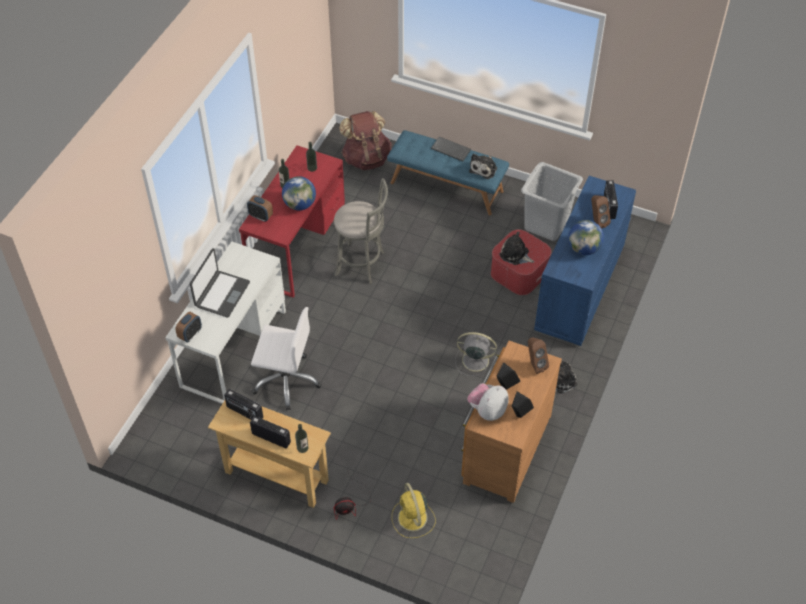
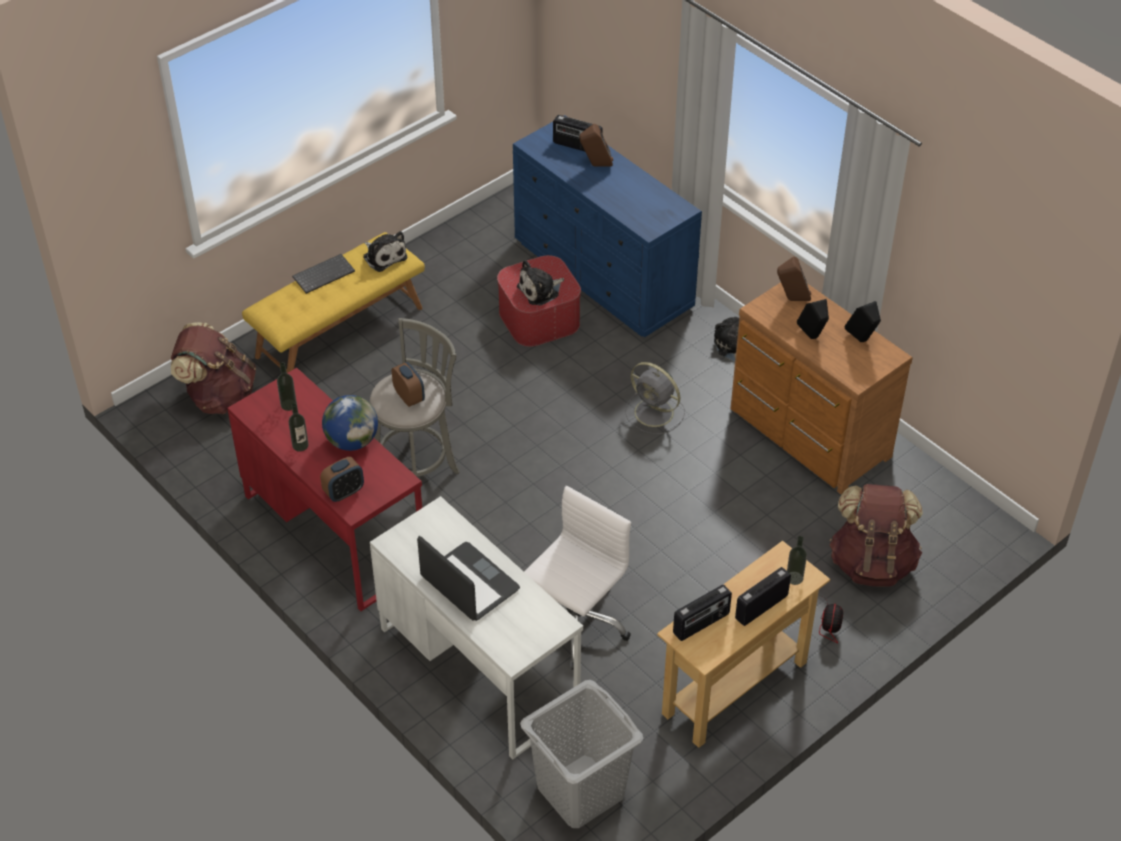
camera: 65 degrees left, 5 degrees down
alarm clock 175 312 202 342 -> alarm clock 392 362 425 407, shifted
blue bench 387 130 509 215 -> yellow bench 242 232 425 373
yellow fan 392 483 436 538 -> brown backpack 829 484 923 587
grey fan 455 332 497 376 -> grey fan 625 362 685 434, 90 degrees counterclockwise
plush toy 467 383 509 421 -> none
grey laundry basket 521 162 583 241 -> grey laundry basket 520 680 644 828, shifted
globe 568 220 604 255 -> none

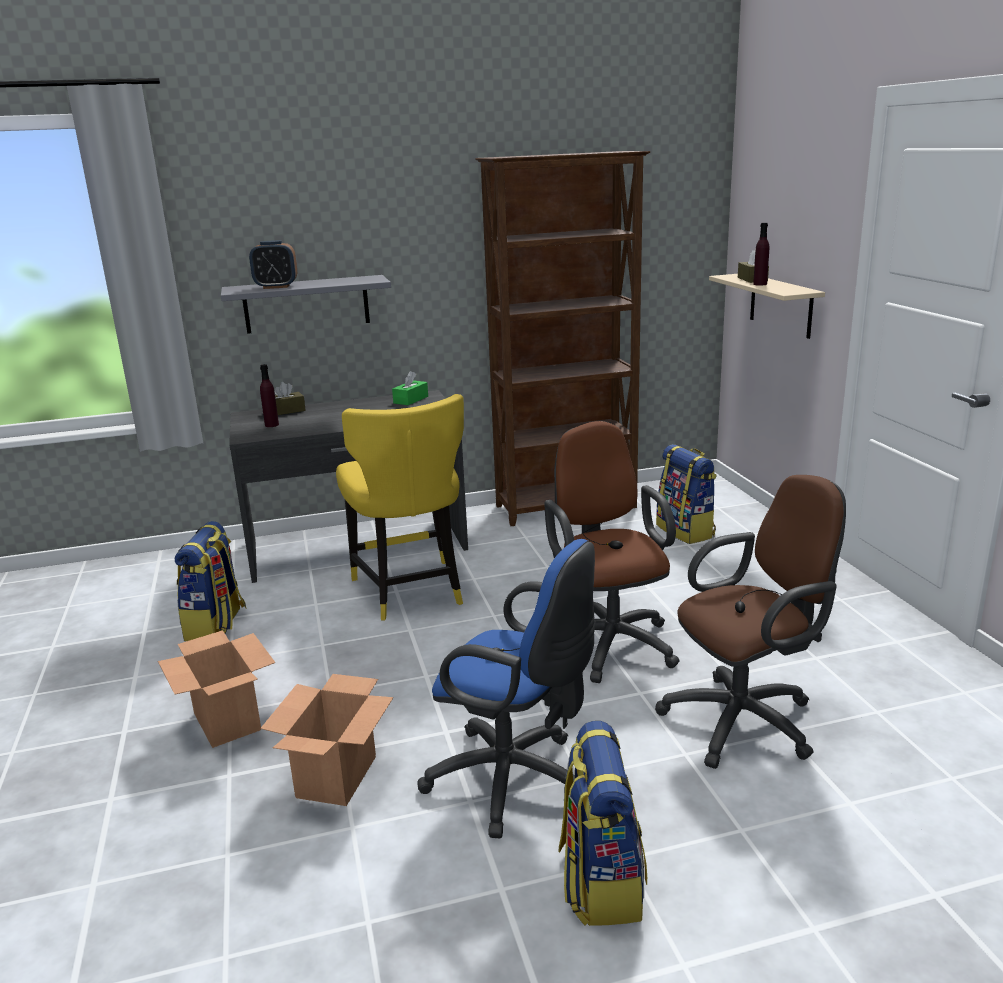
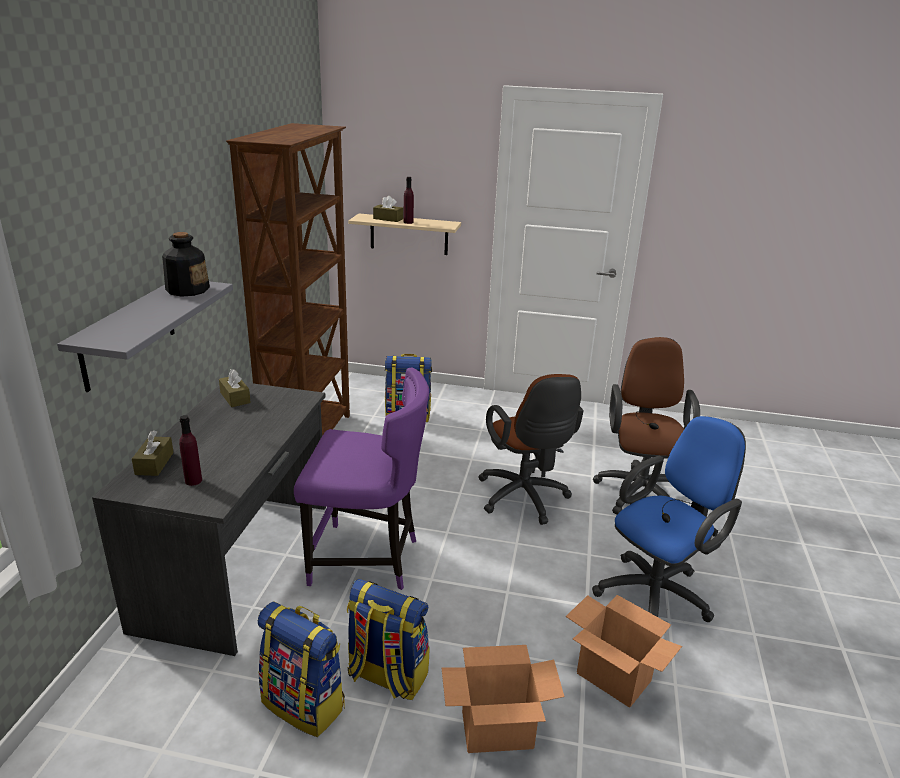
camera: 65 degrees left, 5 degrees up
alarm clock 249 240 297 289 -> none
yellow chair 336 394 464 620 -> purple chair 294 367 429 590
green tissue box 392 371 428 405 -> brown tissue box 219 369 251 407
brown office chair 544 421 679 683 -> brown office chair 478 374 584 525, 120 degrees counterclockwise
backpack 558 721 647 926 -> backpack 347 579 429 700, shifted
none -> bottle 162 232 210 297

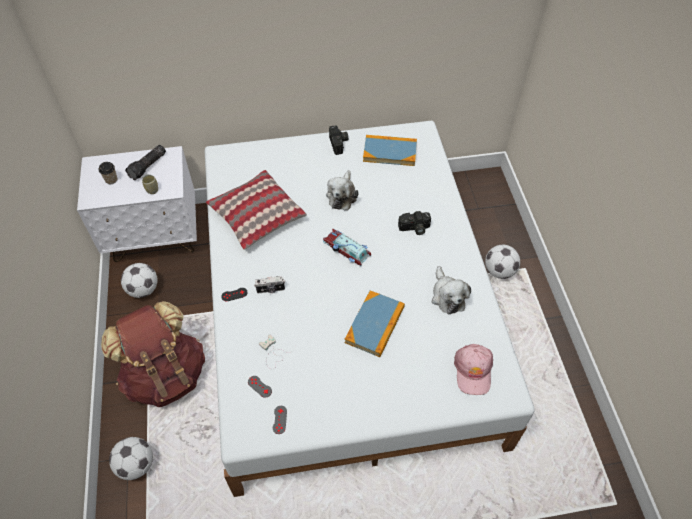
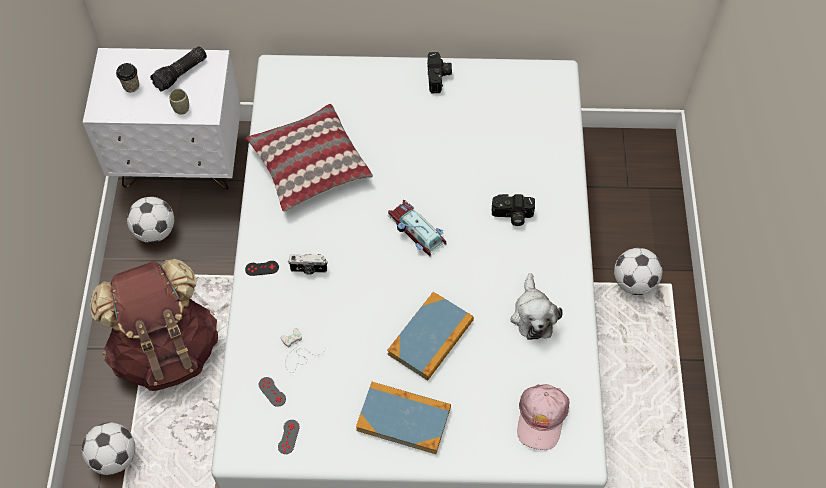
camera: 10 degrees right, 5 degrees up
plush toy 326 170 359 211 -> none
book 363 135 417 166 -> book 356 382 451 454, shifted

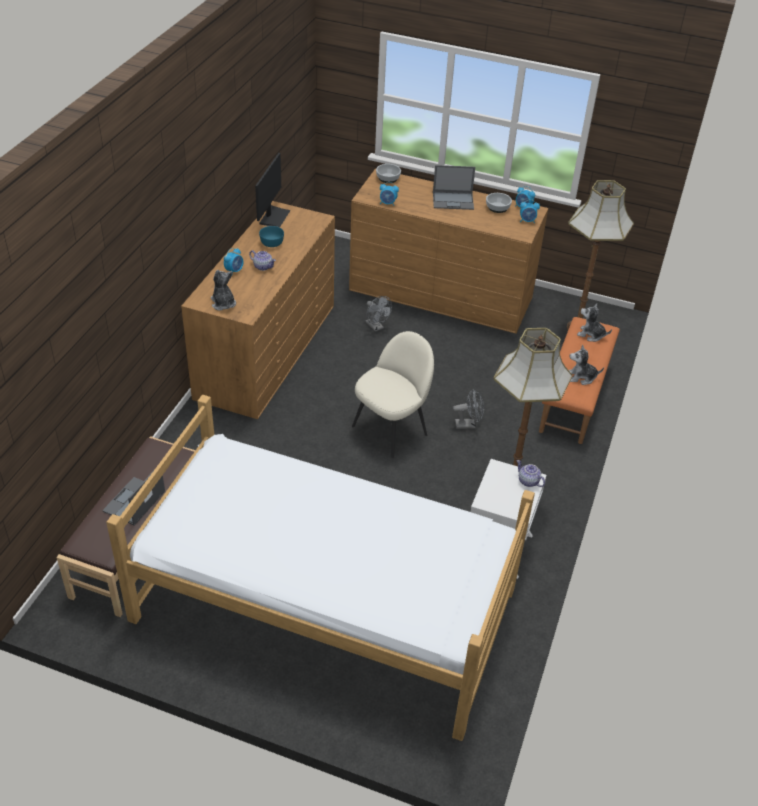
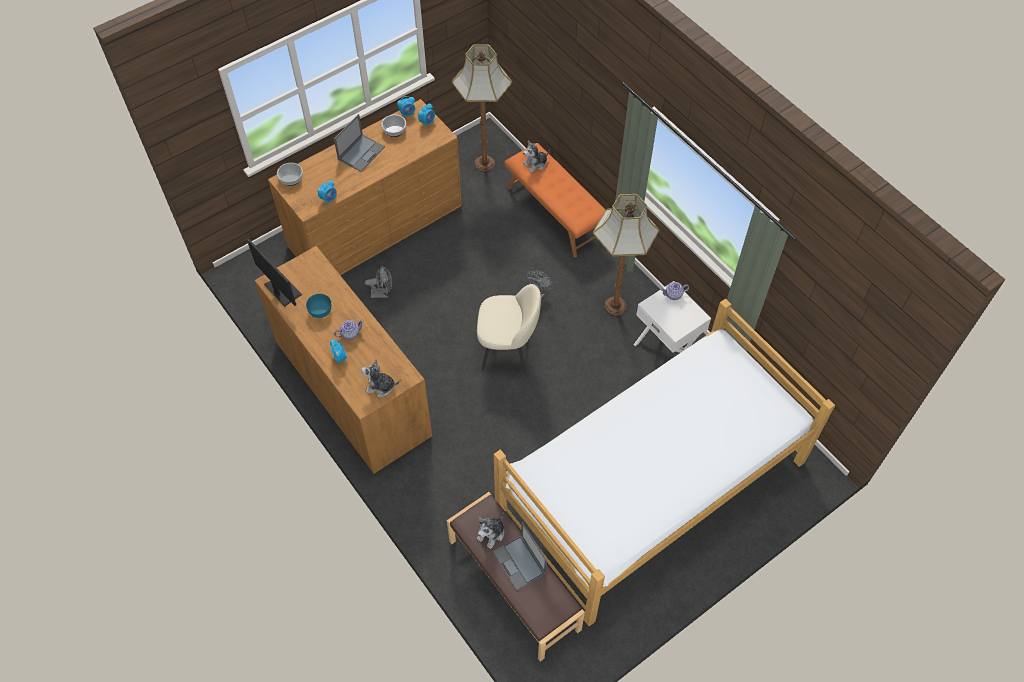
camera: 55 degrees left, 15 degrees up
beige chair 352 331 434 458 -> beige chair 477 284 541 373, 105 degrees clockwise
plush toy 569 345 604 385 -> plush toy 477 513 504 549, shifted

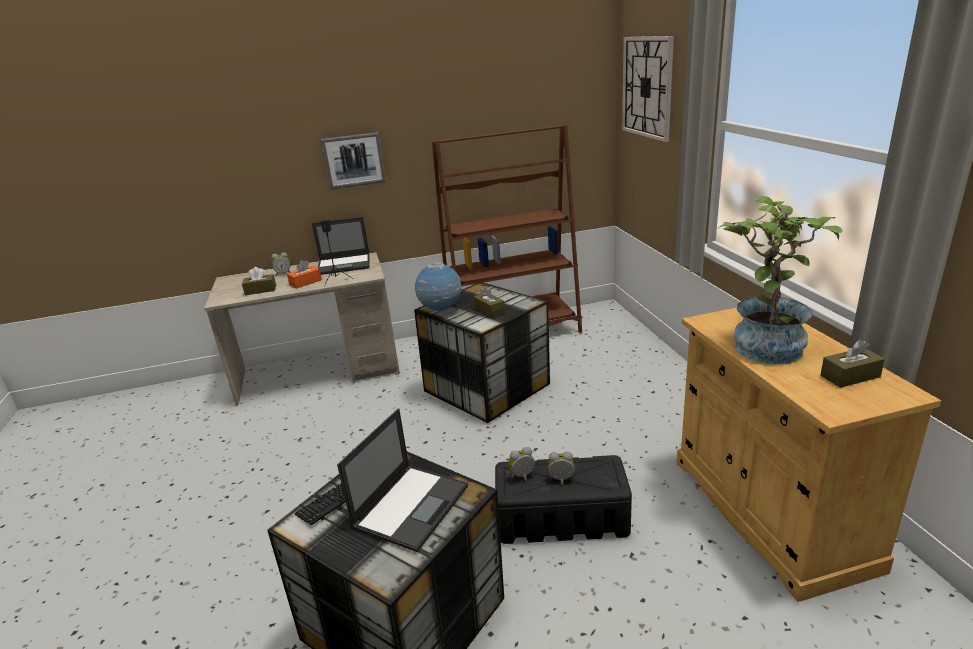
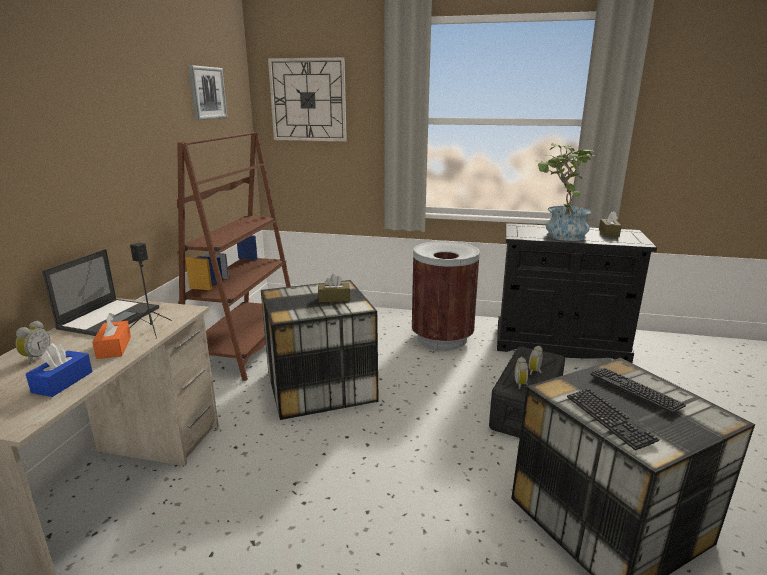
camera: 65 degrees left, 5 degrees down
brown tissue box 242 267 276 295 -> blue tissue box 26 343 92 397
picture 321 132 386 189 -> picture 188 65 228 120, shifted
laptop 337 408 468 552 -> keyboard 590 368 686 413
globe 415 262 462 312 -> none
beige cabinet 677 308 941 602 -> black cabinet 497 223 657 363
none -> brown trash can 412 241 480 350

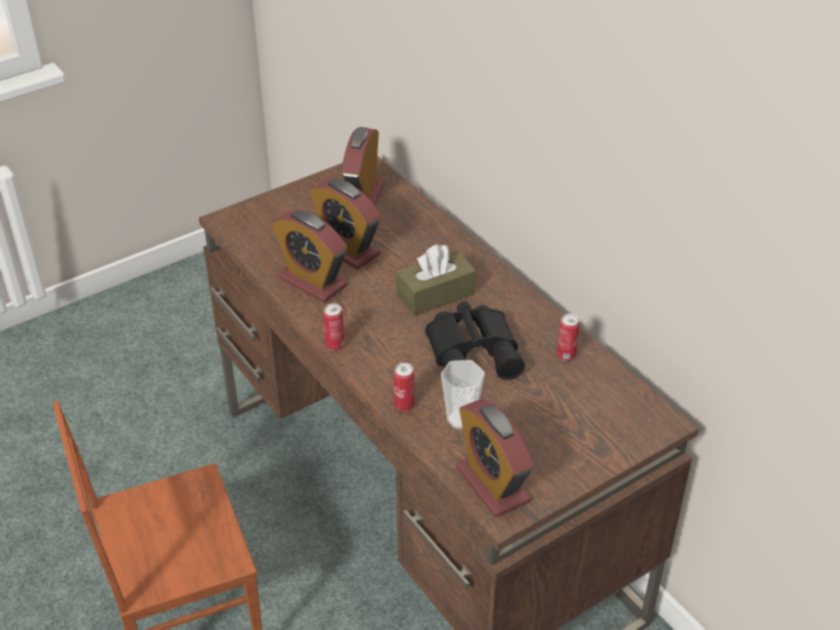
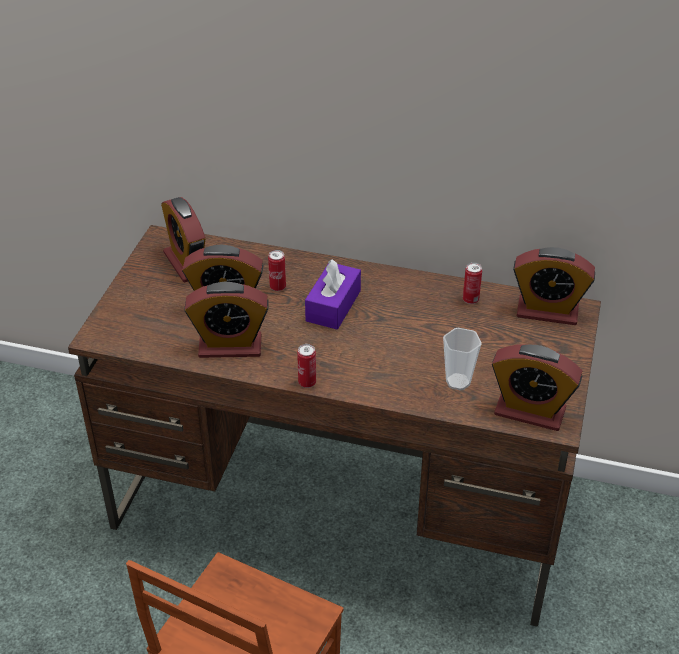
camera: 40 degrees left, 0 degrees up
can 394 363 414 411 -> can 268 250 286 291, shifted
brown tissue box 396 244 476 316 -> purple tissue box 305 259 361 330
black binoculars 425 302 525 380 -> none
none -> alarm clock 513 247 595 325

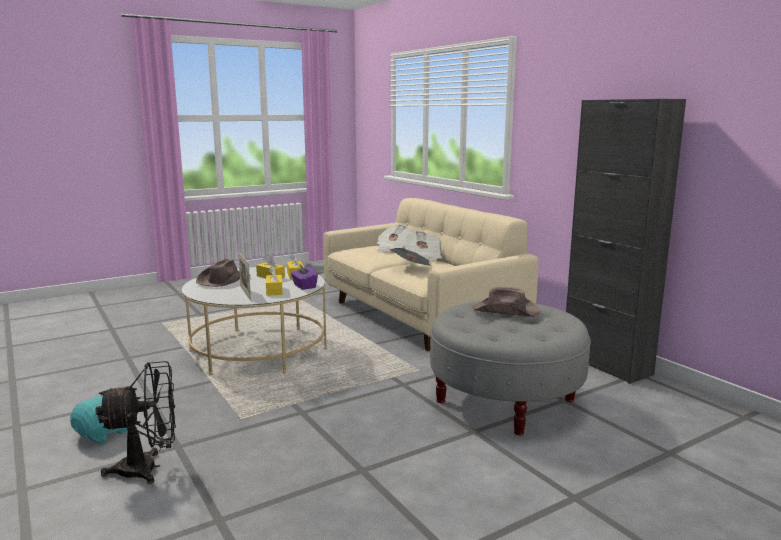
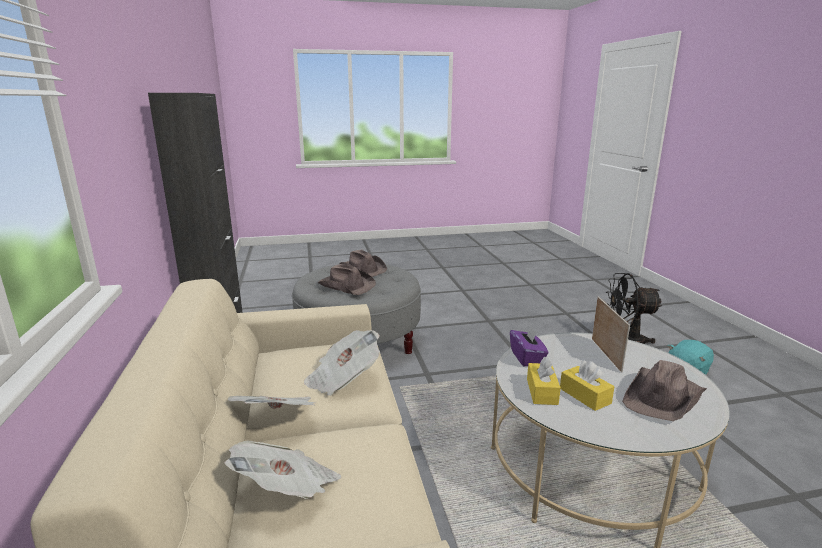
camera: 160 degrees left, 5 degrees up
yellow tissue box 266 267 283 296 -> none
none -> brown hat 339 249 387 277

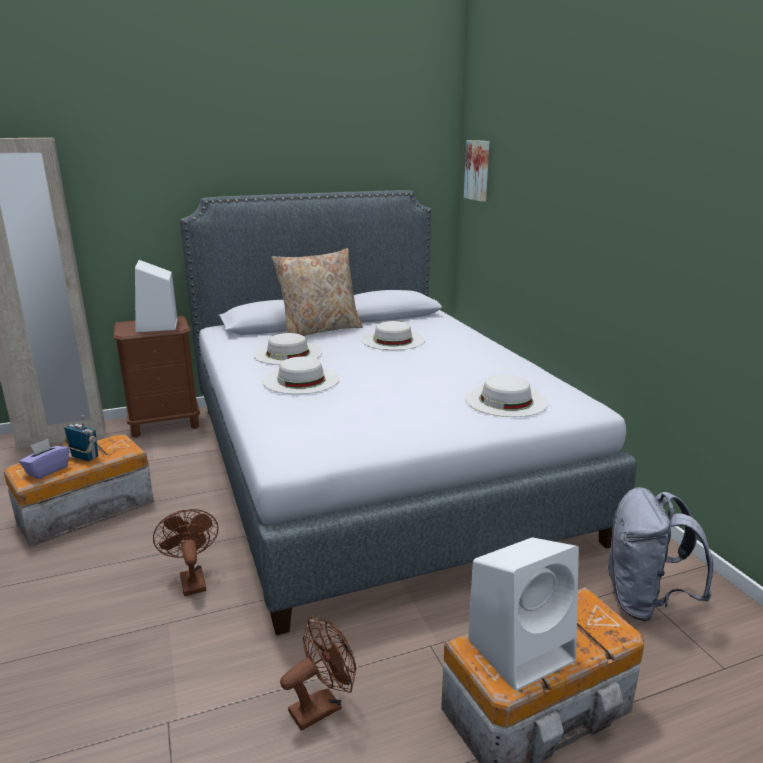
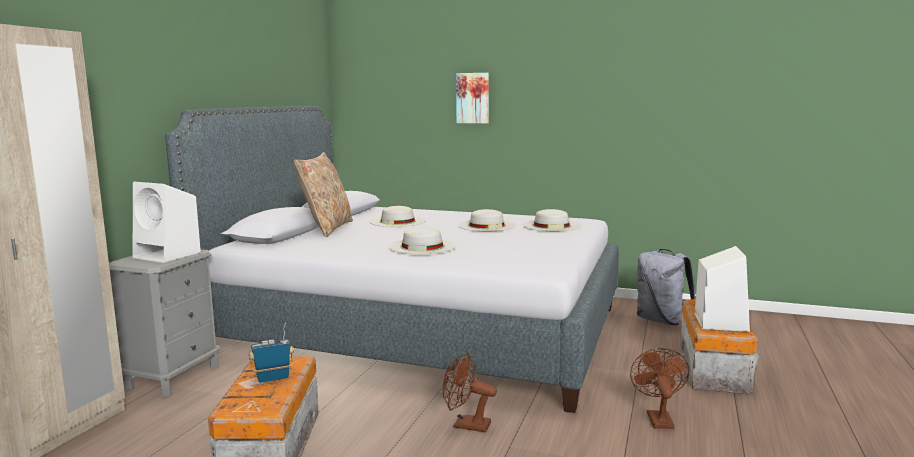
camera: 50 degrees left, 10 degrees down
purple tissue box 19 439 69 479 -> none
brown nightstand 113 316 200 438 -> grey nightstand 109 249 220 397
white hat 253 333 322 365 -> white hat 458 209 516 231, shifted
picture 464 140 490 202 -> picture 456 73 489 124, shifted

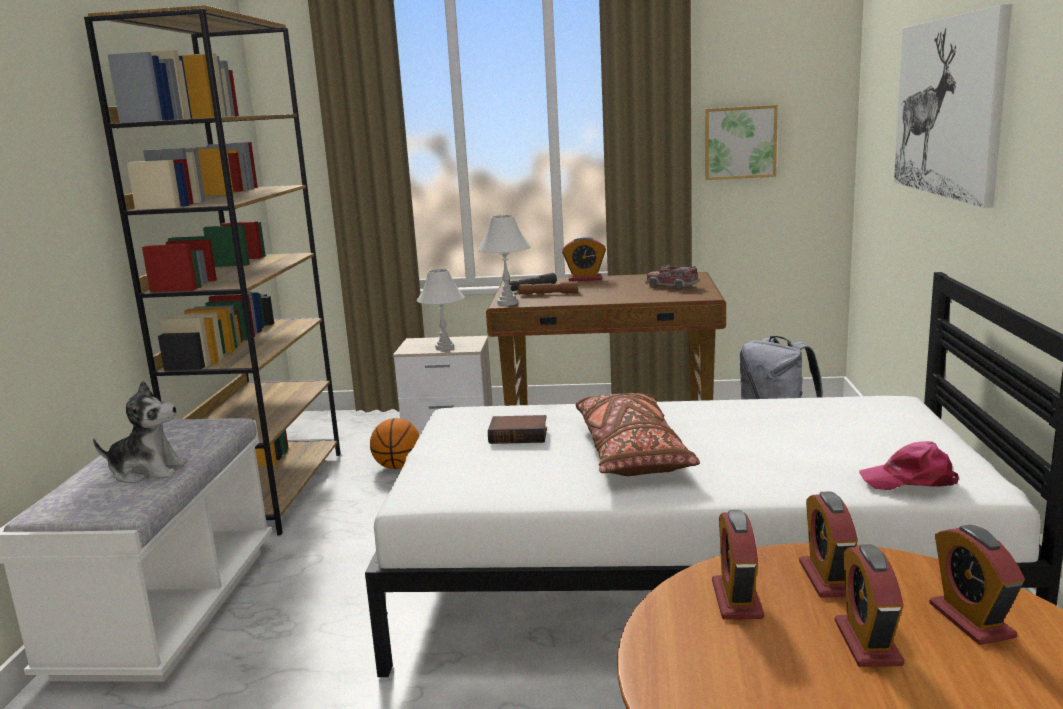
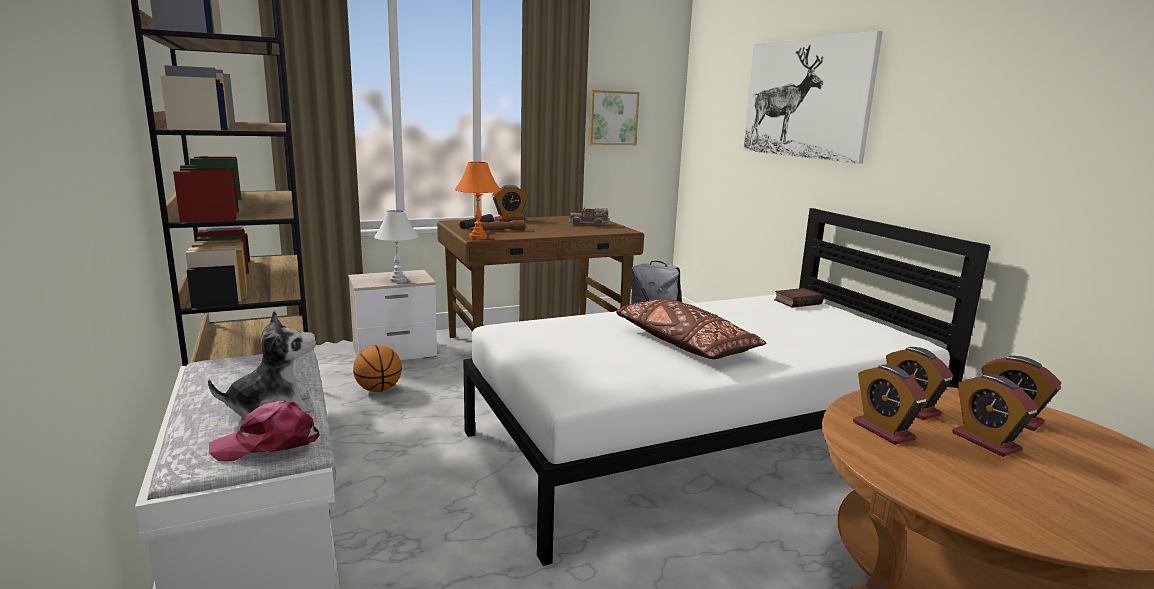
camera: 30 degrees left, 0 degrees up
white table lamp 478 215 531 306 -> orange table lamp 455 162 501 240
book 488 415 547 444 -> book 774 288 823 308, shifted
pink cap 859 441 959 490 -> pink cap 209 400 320 461, shifted

